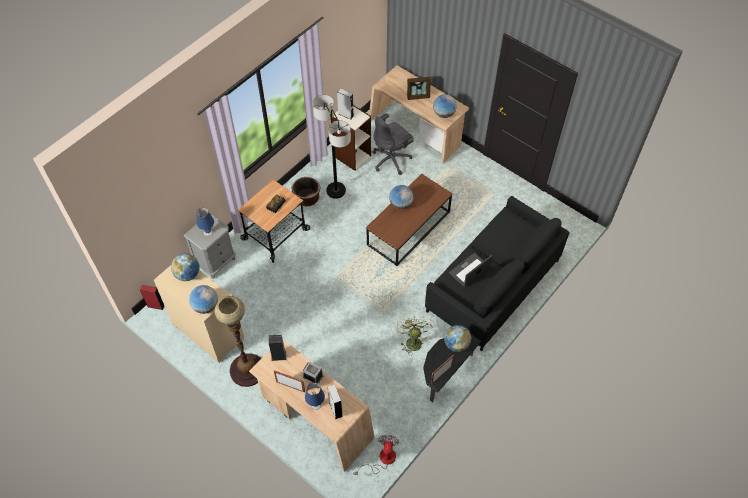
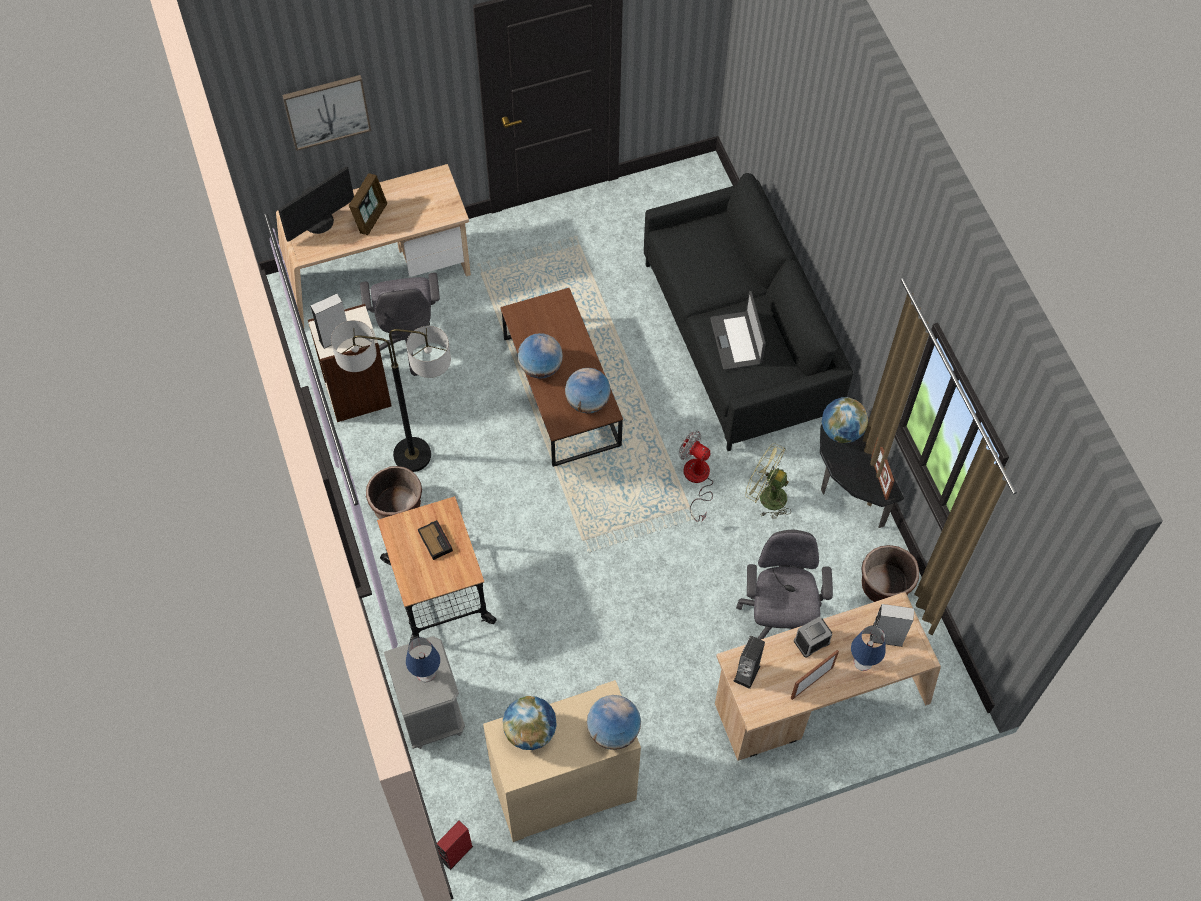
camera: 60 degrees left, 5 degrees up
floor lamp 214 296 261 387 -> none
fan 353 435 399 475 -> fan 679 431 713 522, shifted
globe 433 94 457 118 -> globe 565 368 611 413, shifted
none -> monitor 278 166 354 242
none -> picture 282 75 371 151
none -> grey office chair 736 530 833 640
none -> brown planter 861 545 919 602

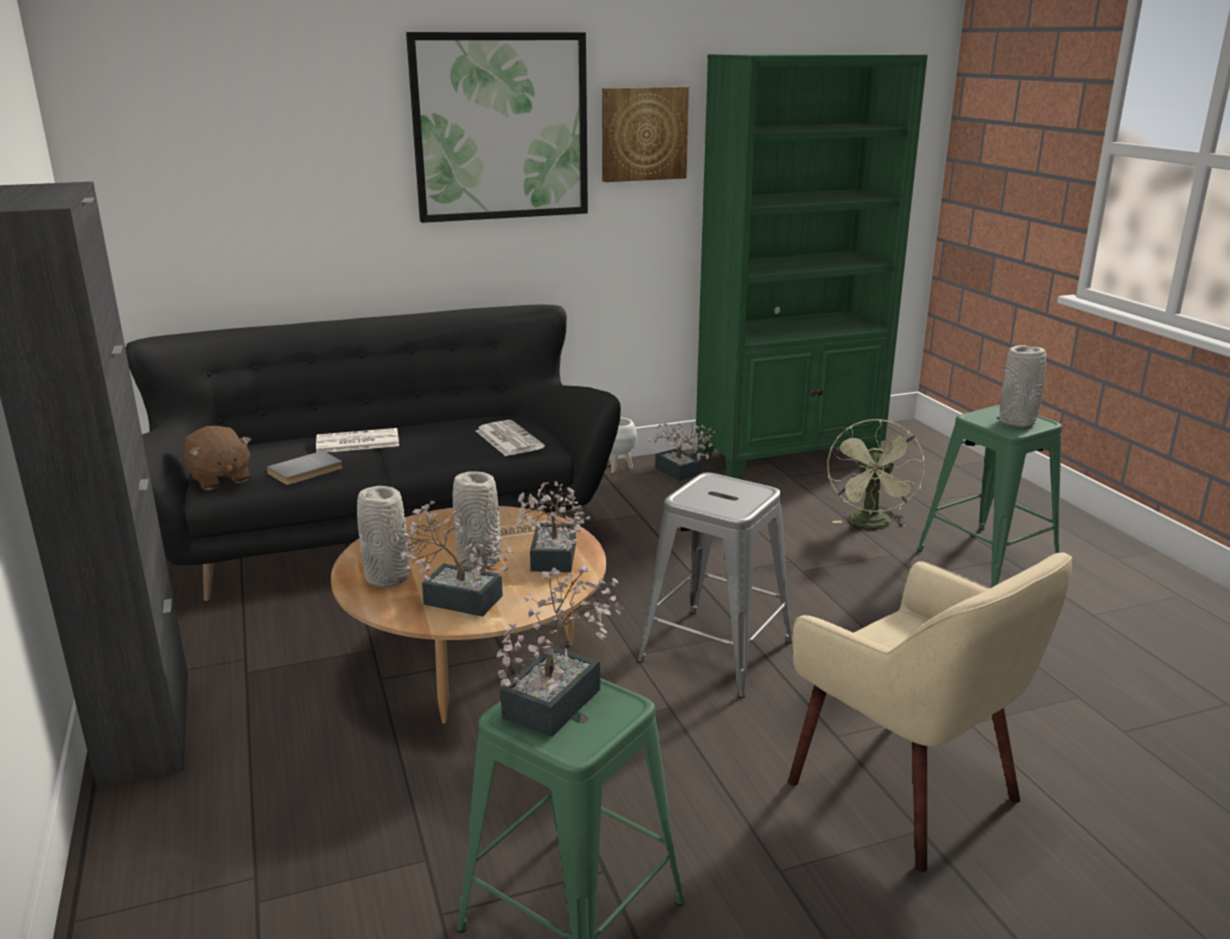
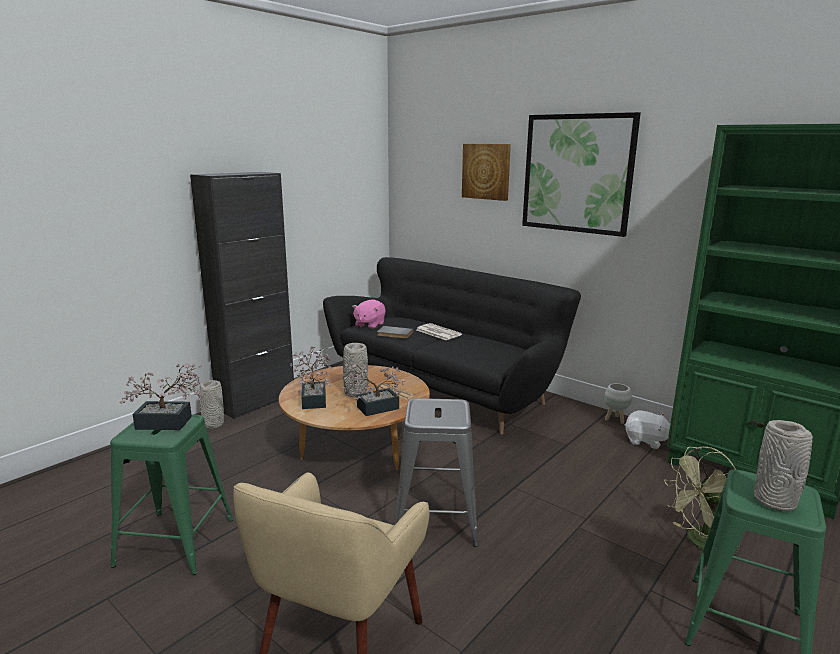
camera: 60 degrees right, 5 degrees down
brown plush toy 184 426 251 490 -> pink plush toy 352 299 386 329
grey vase 357 486 409 588 -> grey vase 199 380 224 429, shifted
newspaper 476 420 545 456 -> none
picture 602 87 689 182 -> picture 462 144 511 201, shifted
potted plant 648 422 716 481 -> white plush toy 624 410 670 449

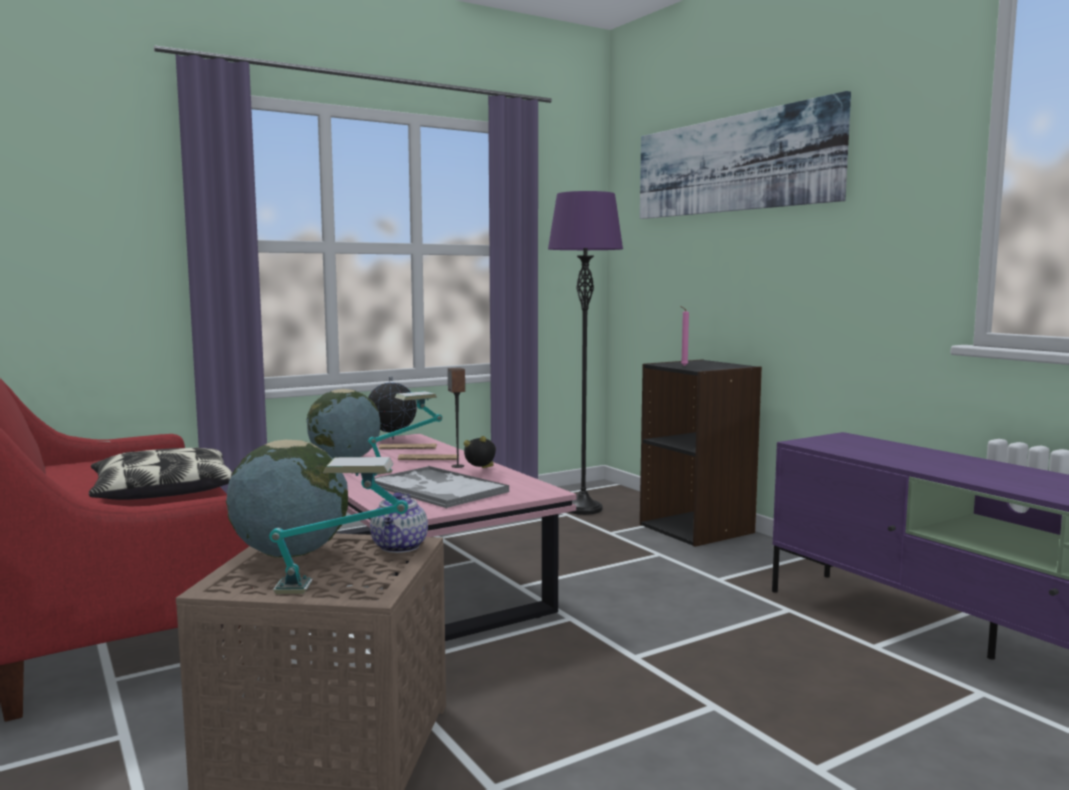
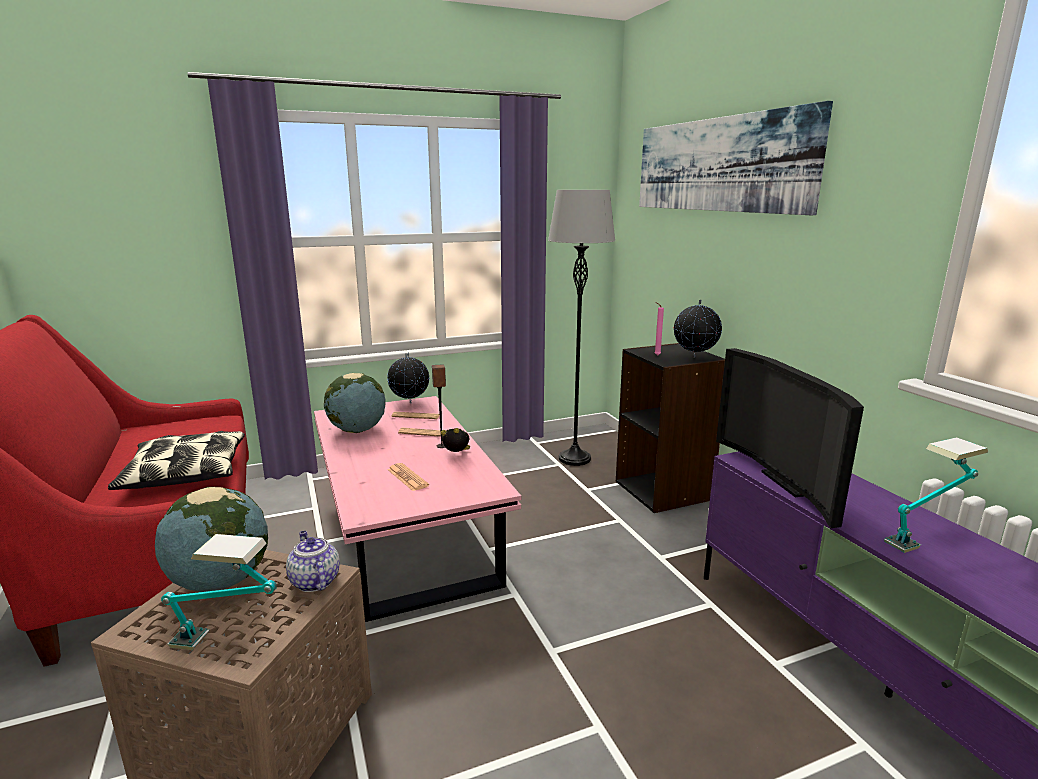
camera: 10 degrees right, 10 degrees up
table lamp 368 391 442 475 -> table lamp 884 437 988 553, shifted
teapot 370 492 428 553 -> teapot 286 531 340 592, 135 degrees clockwise
tray 374 466 509 508 -> newspaper 387 463 429 491
purple floor lamp 548 191 623 515 -> grey floor lamp 548 190 615 466
none -> globe 674 300 722 358
none -> television 716 348 864 528

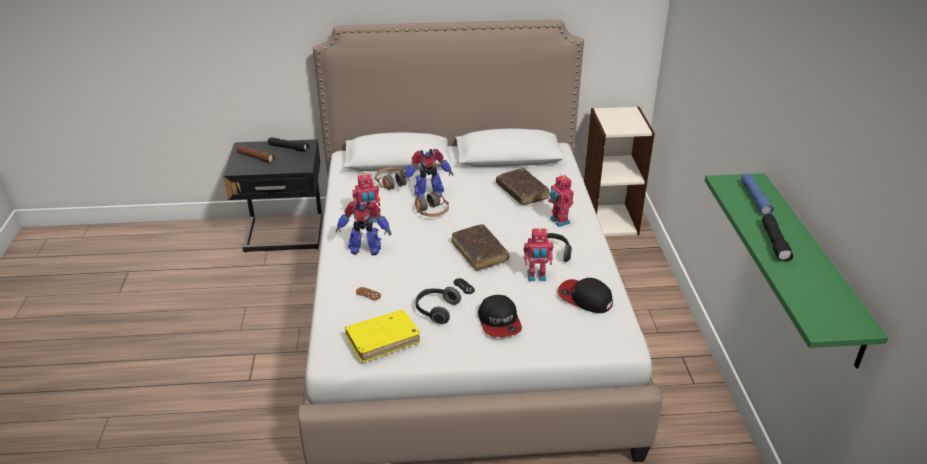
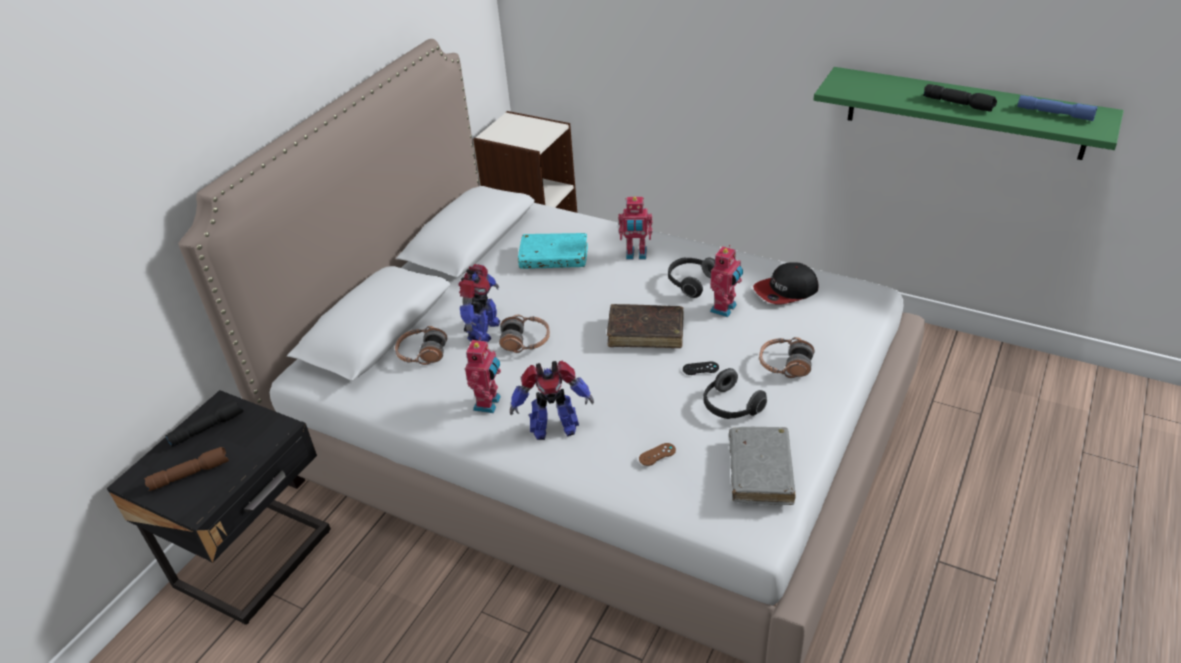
camera: 55 degrees left, 5 degrees up
toy robot 336 201 391 256 -> toy robot 510 361 594 440, 45 degrees clockwise
yellow book 345 310 420 363 -> grey book 729 427 795 505
cap 478 295 522 337 -> headphones 759 337 814 378
brown book 496 168 550 205 -> turquoise book 518 233 588 269
blue flashlight 741 173 774 216 -> blue flashlight 1017 95 1098 121, shifted

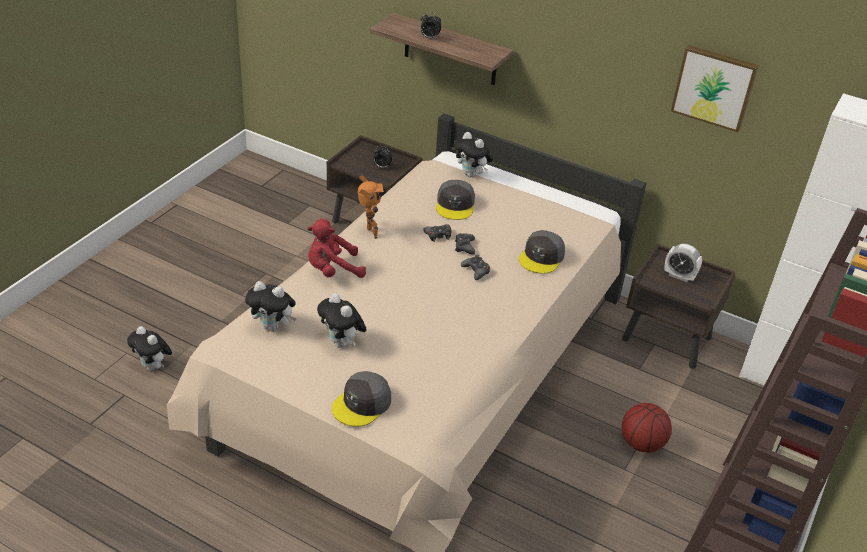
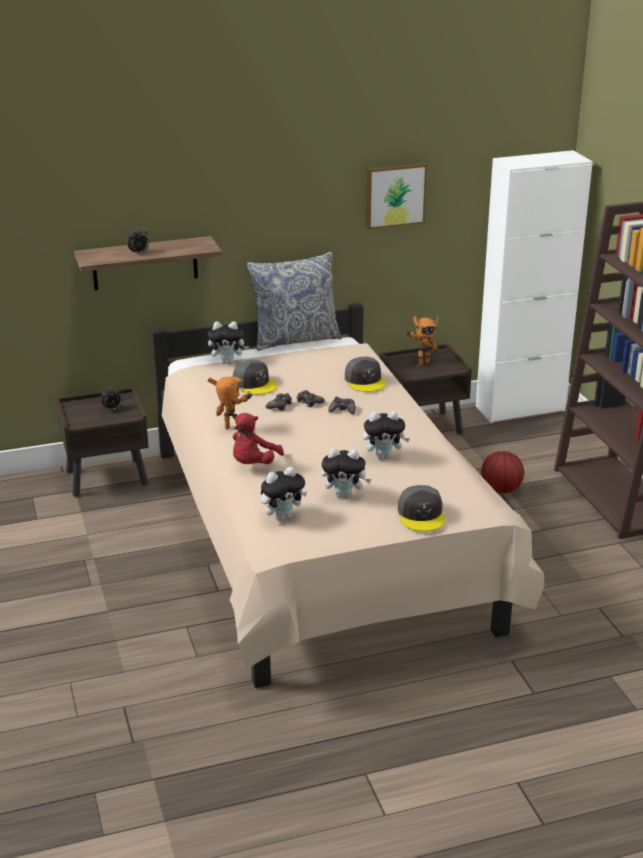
camera: 45 degrees left, 10 degrees down
plush toy 127 326 172 371 -> plush toy 363 411 410 459, shifted
alarm clock 664 244 702 282 -> toy robot 406 316 438 367
none -> pillow 247 252 342 351

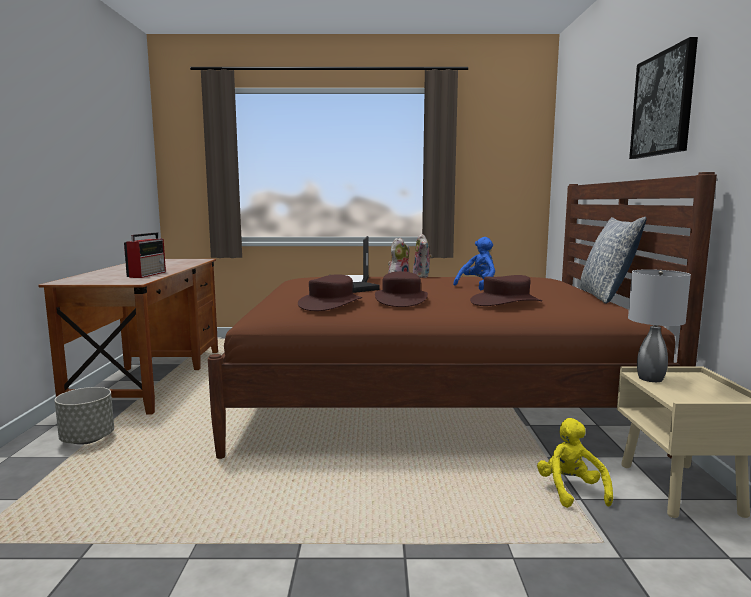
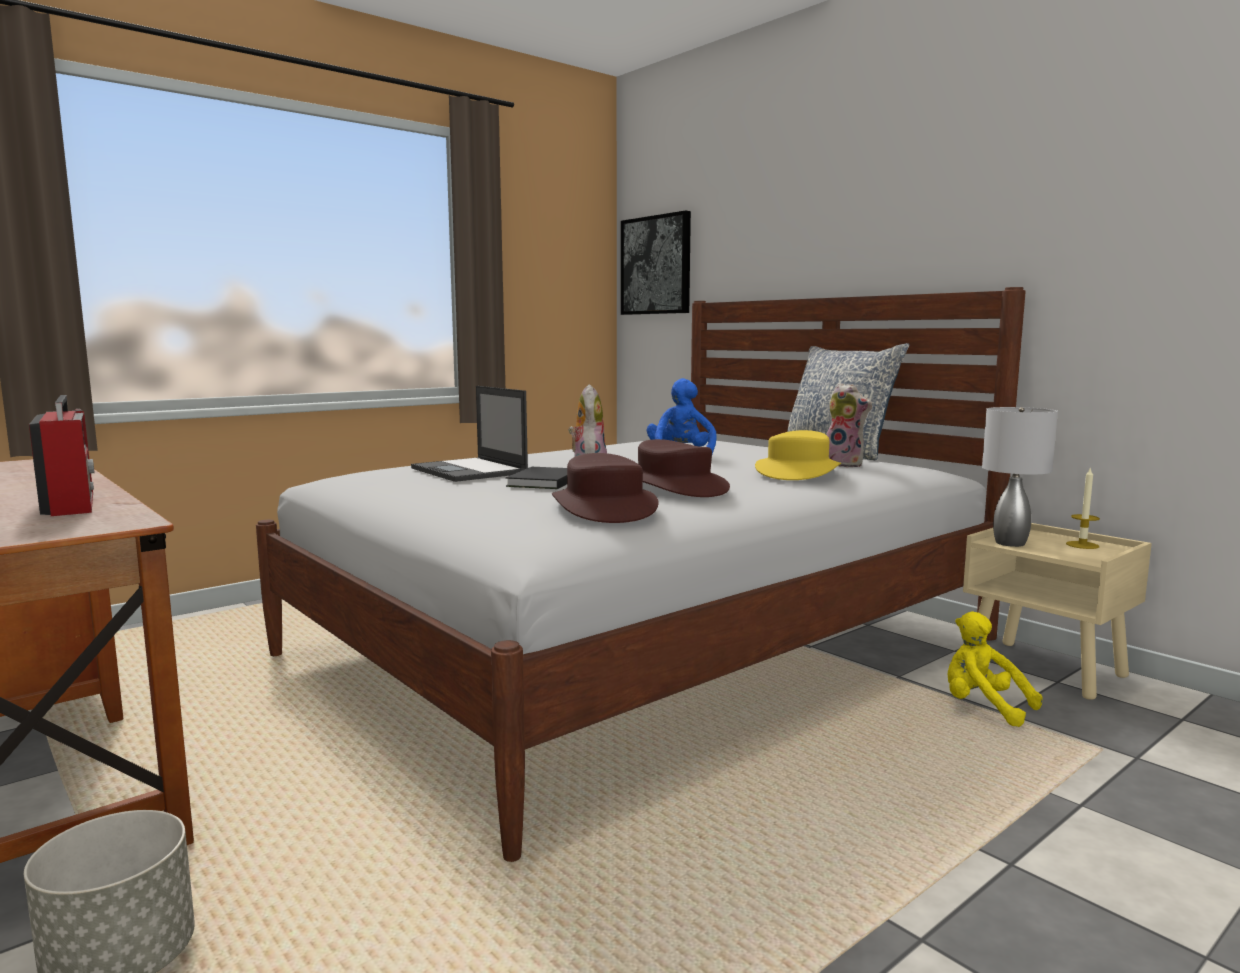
camera: 40 degrees left, 0 degrees up
brown bed 208 172 717 459 -> white bed 256 287 1026 862
plush toy 413 233 432 278 -> plush toy 826 383 872 467, shifted
brown hat 470 275 542 306 -> yellow hat 755 430 841 480
picture 629 37 698 159 -> picture 621 210 691 315, shifted
none -> candle 1066 467 1100 549

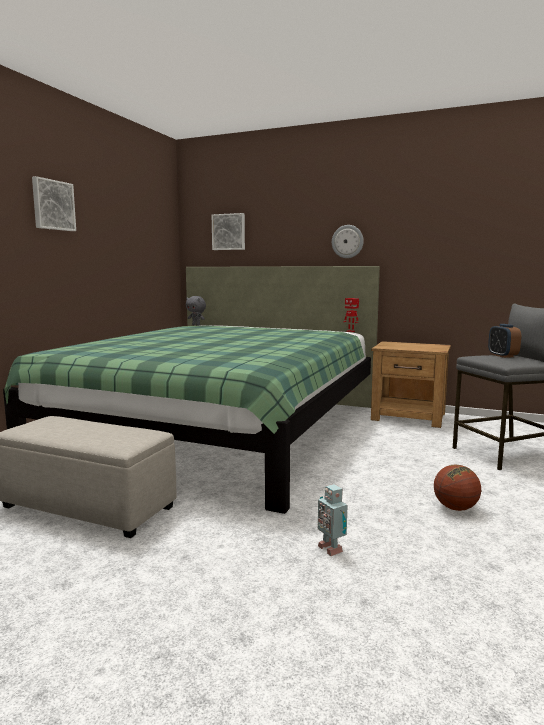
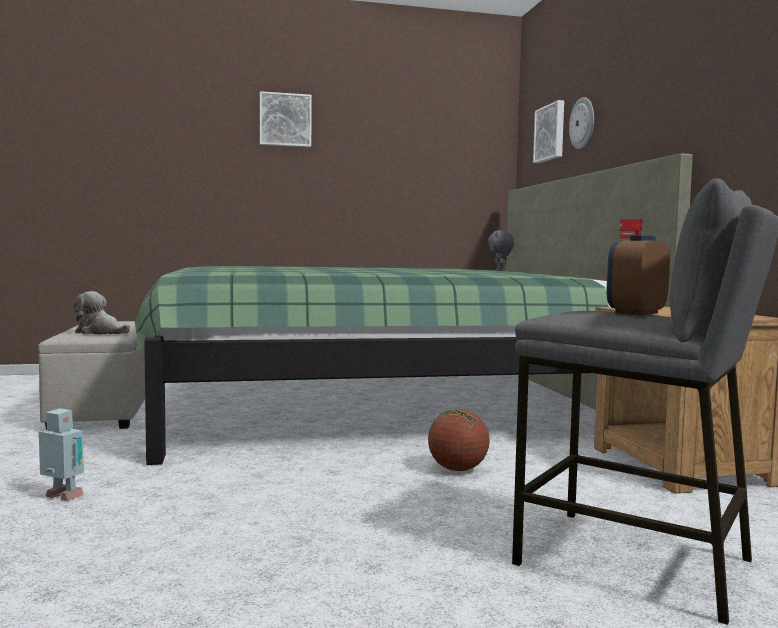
camera: 55 degrees right, 5 degrees down
toy robot 318 484 347 556 -> toy robot 39 408 84 501, 90 degrees clockwise
wall clock 332 225 364 258 -> wall clock 569 97 594 149, shifted
basketball 434 465 481 511 -> basketball 428 409 490 471, shifted
none -> plush toy 73 291 130 334

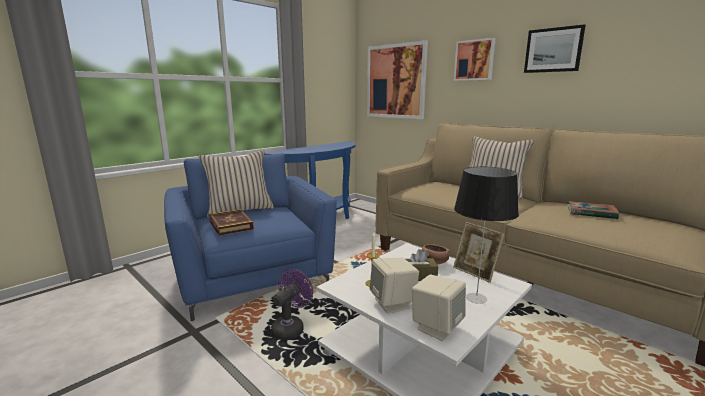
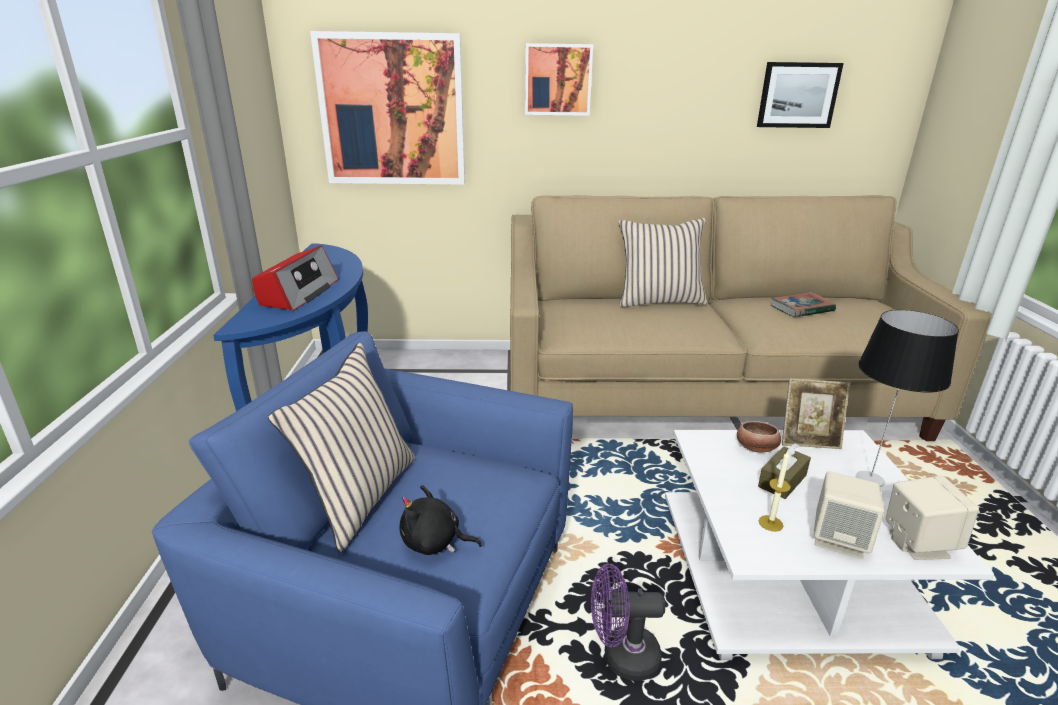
camera: 45 degrees left, 10 degrees up
book 209 209 254 236 -> black plush toy 400 485 482 555
purple fan 271 269 313 340 -> purple fan 591 563 665 681, 75 degrees counterclockwise
picture 524 24 586 73 -> picture 757 62 844 128, shifted
none -> radio 252 246 339 311

